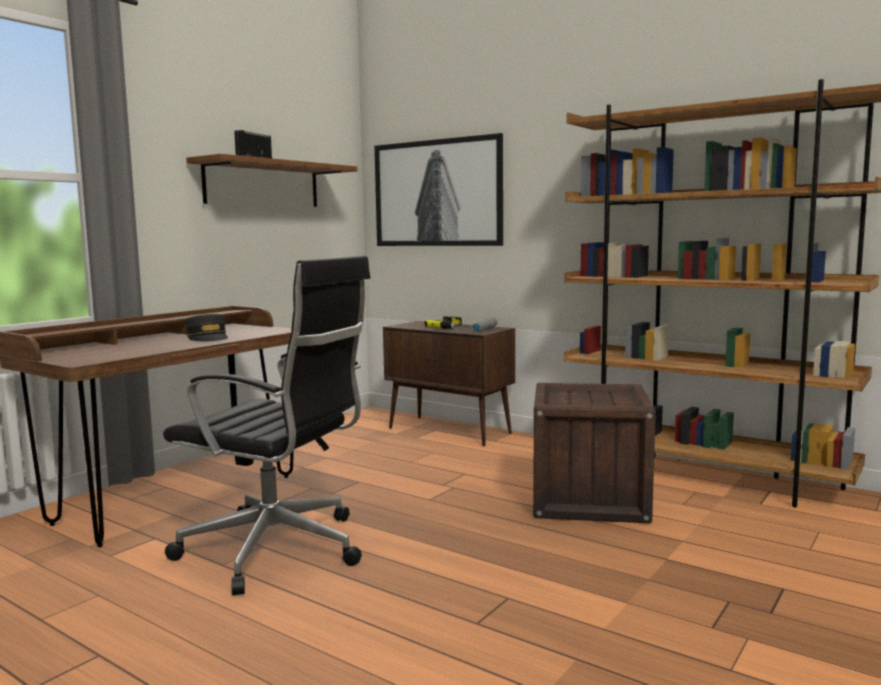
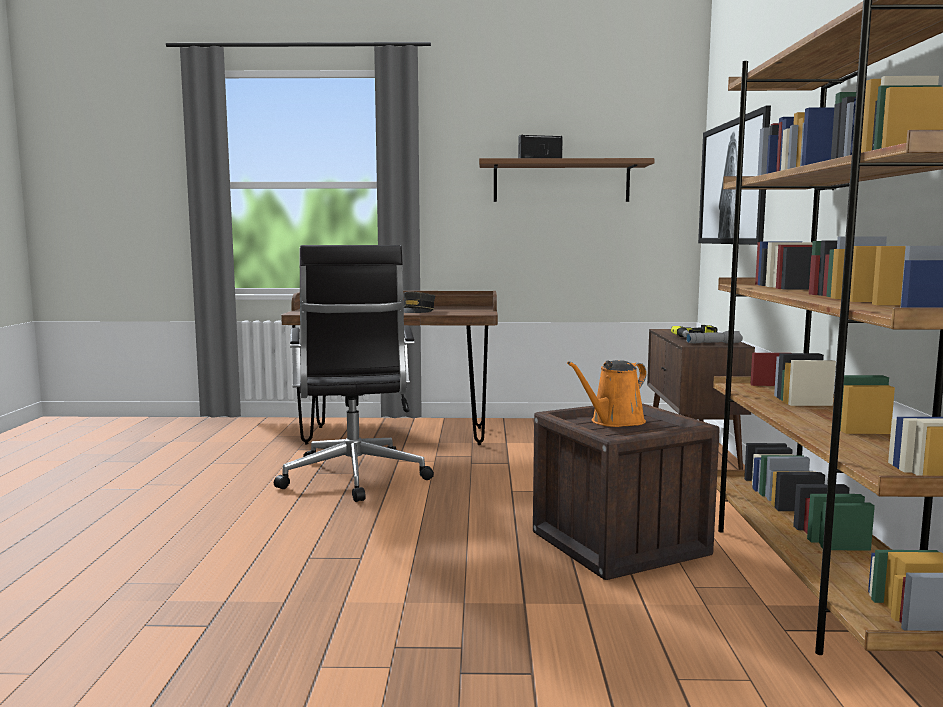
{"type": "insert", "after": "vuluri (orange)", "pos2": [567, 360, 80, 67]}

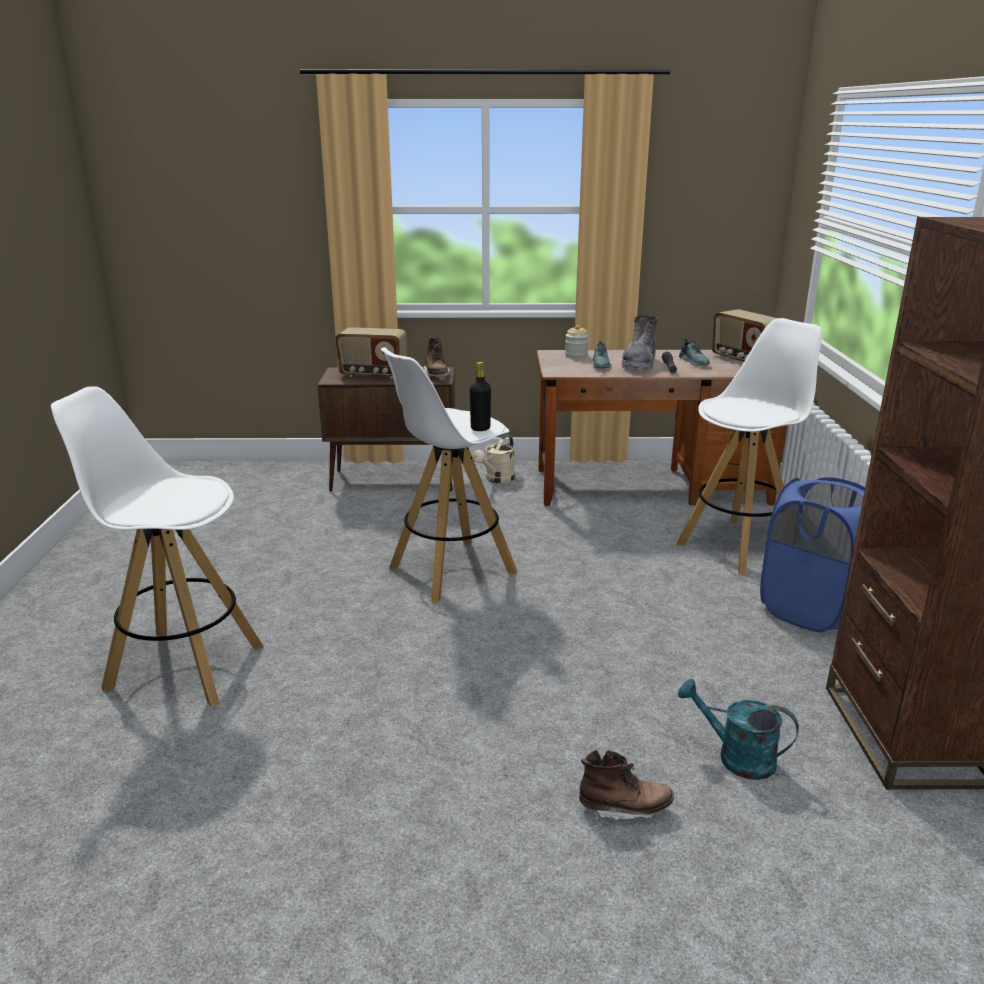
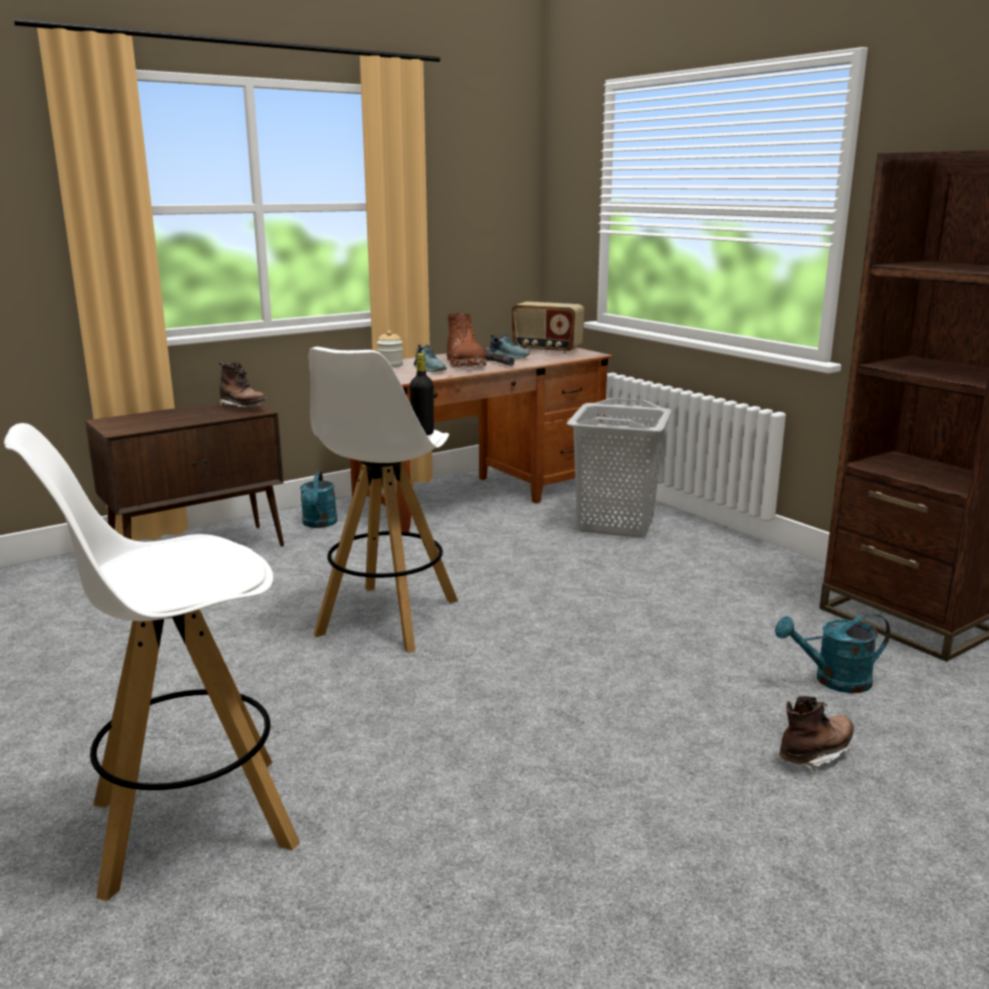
{"type": "delete", "before": "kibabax", "pos1": [335, 327, 72, 52]}
{"type": "delete", "before": "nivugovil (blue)", "pos1": [760, 477, 105, 155]}
{"type": "replace", "before": "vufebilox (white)", "after": "nivugovil (grey)", "pos1": [677, 318, 145, 257], "pos2": [567, 398, 105, 140]}
{"type": "recolor", "before": "vuluri (beige)", "after": "vuluri (turquoise)", "pos1": [472, 435, 43, 48], "pos2": [300, 471, 38, 57]}
{"type": "recolor", "before": "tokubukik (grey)", "after": "tokubukik (brown)", "pos1": [622, 315, 36, 56], "pos2": [446, 313, 41, 55]}

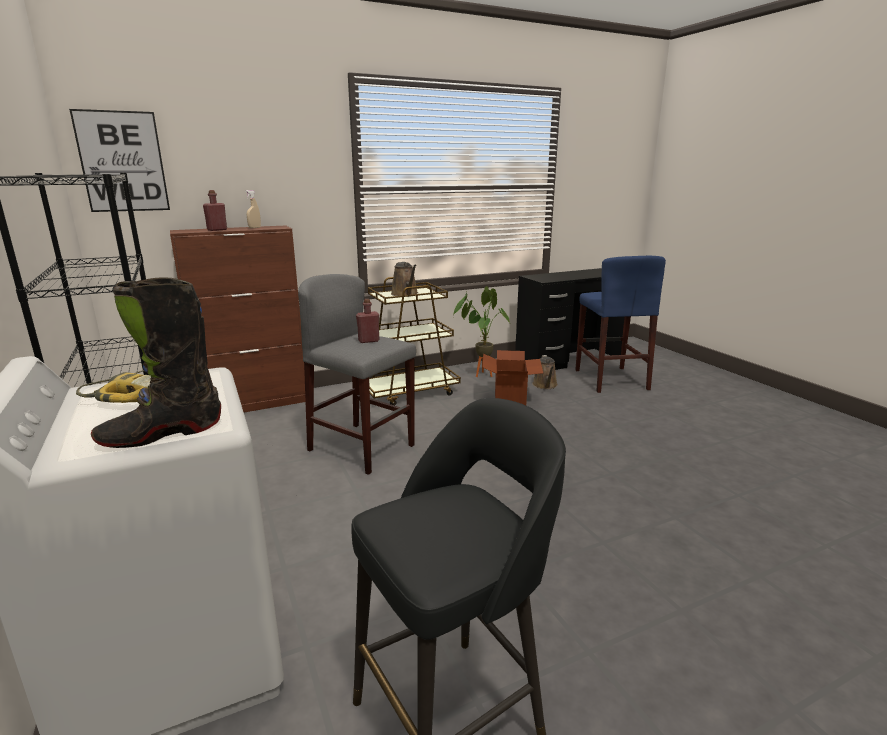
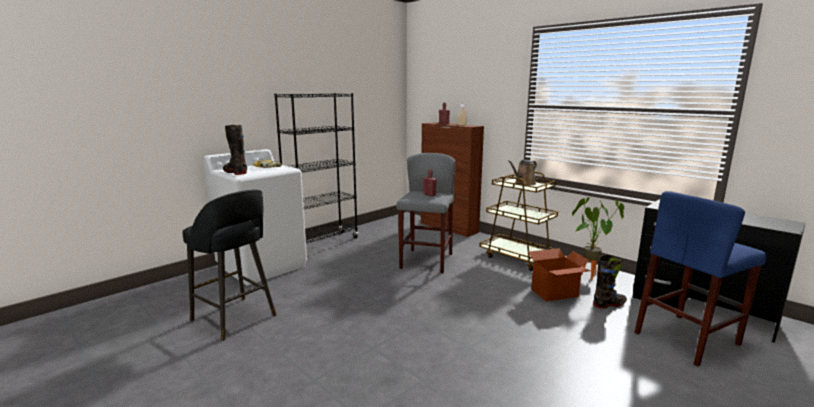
{"type": "delete", "before": "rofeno", "pos1": [69, 109, 101, 103]}
{"type": "replace", "before": "vuluri (brown)", "after": "tokubukik (black)", "pos1": [532, 355, 26, 34], "pos2": [594, 254, 33, 55]}

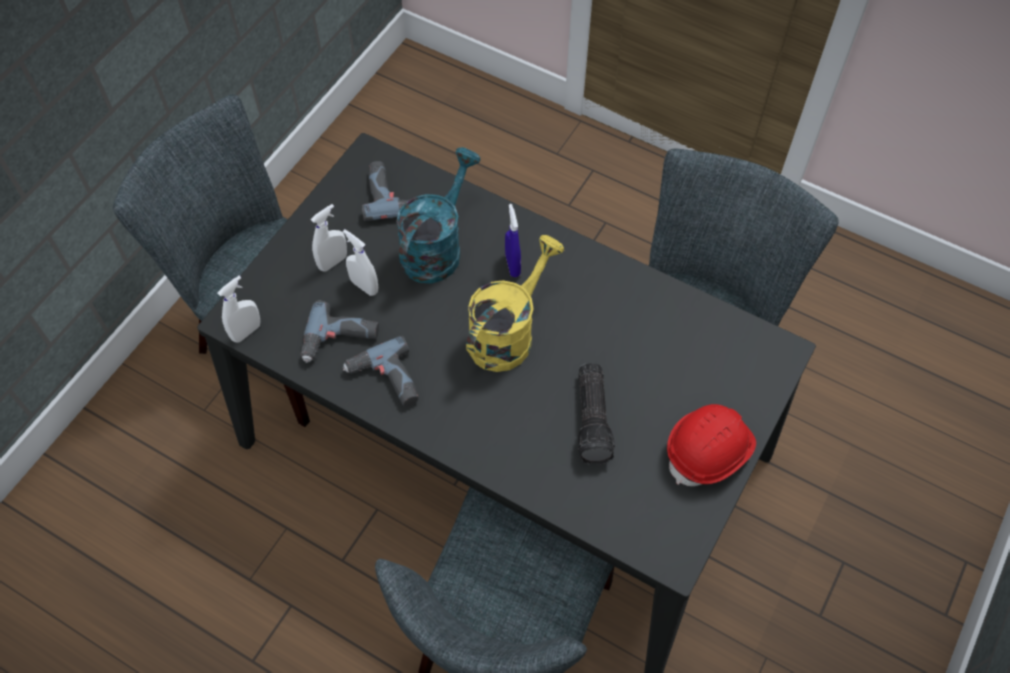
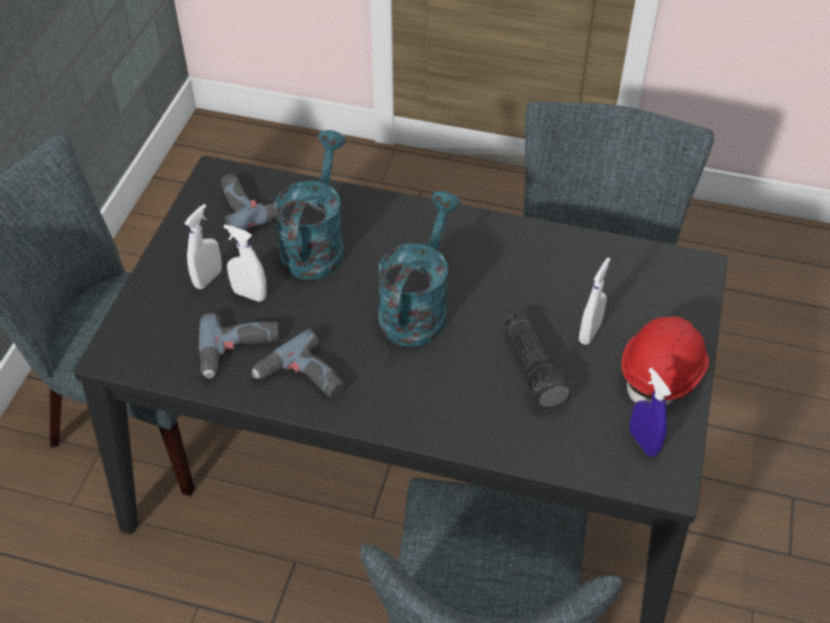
{"type": "move", "before": "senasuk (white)", "pos1": [217, 276, 43, 67], "pos2": [579, 258, 31, 87]}
{"type": "move", "before": "senasuk (blue)", "pos1": [505, 204, 16, 73], "pos2": [630, 368, 41, 89]}
{"type": "recolor", "before": "vuluri (yellow)", "after": "vuluri (turquoise)", "pos1": [466, 235, 98, 137], "pos2": [378, 191, 83, 155]}

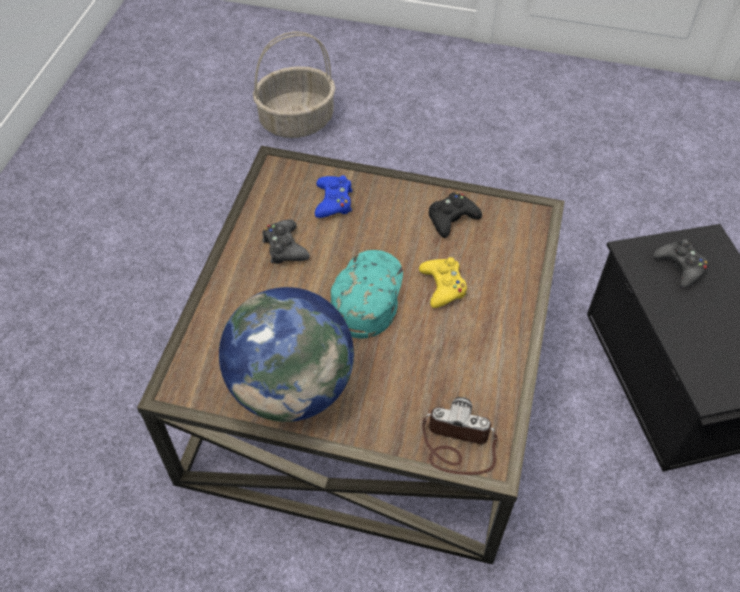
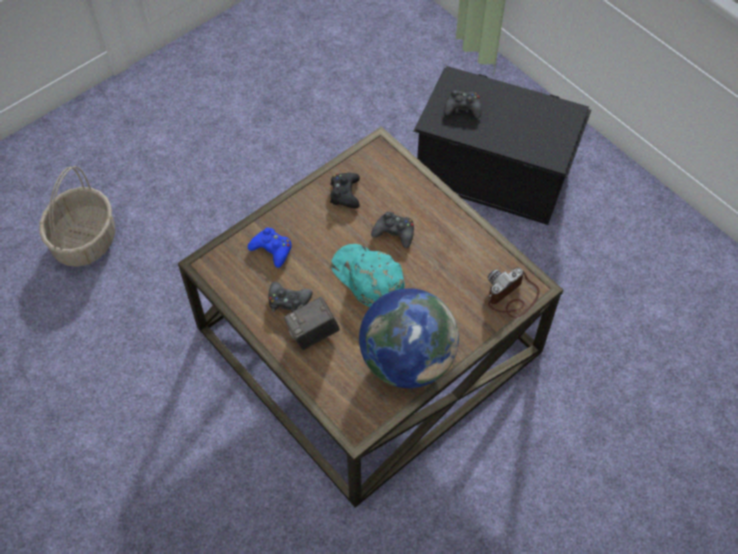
{"type": "insert", "after": "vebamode", "pos2": [284, 297, 56, 53]}
{"type": "recolor", "before": "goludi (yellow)", "after": "goludi (black)", "pos1": [419, 257, 48, 51], "pos2": [371, 212, 43, 37]}

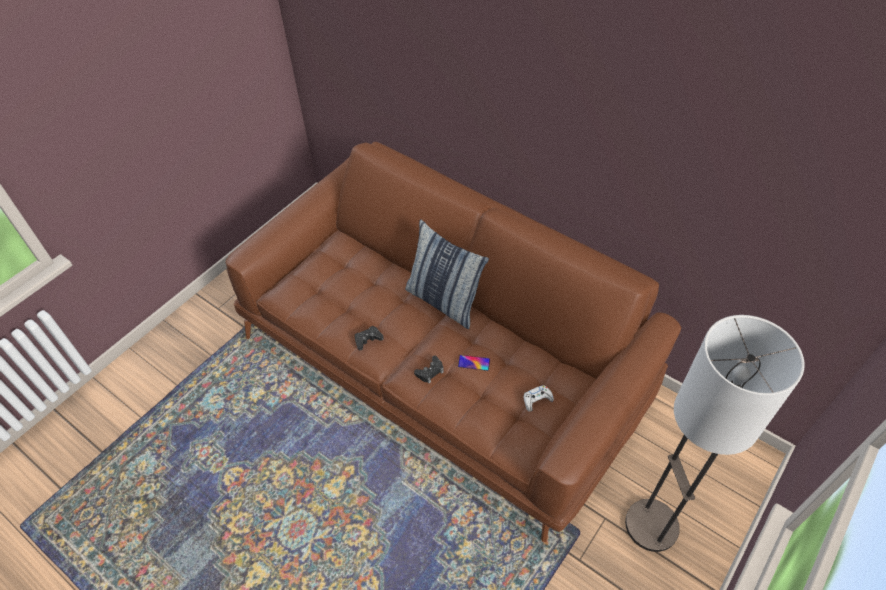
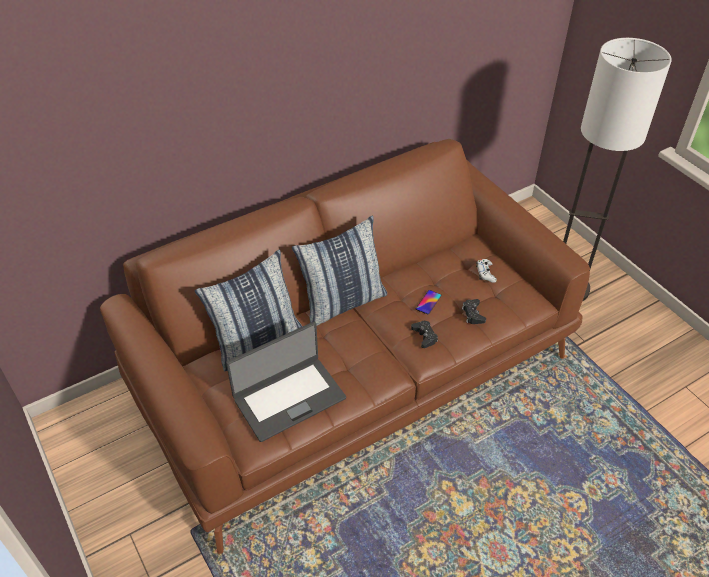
{"type": "insert", "after": "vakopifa", "pos2": [195, 249, 107, 122]}
{"type": "insert", "after": "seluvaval", "pos2": [226, 322, 120, 120]}
{"type": "move", "before": "goludi (black)", "pos1": [355, 326, 29, 24], "pos2": [462, 299, 24, 25]}

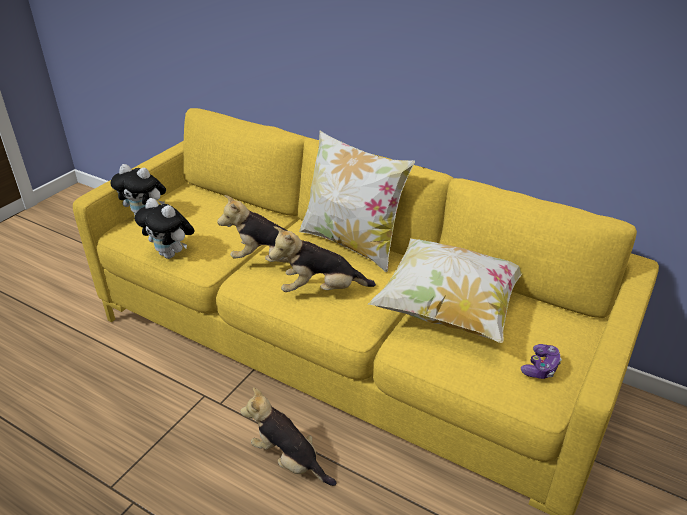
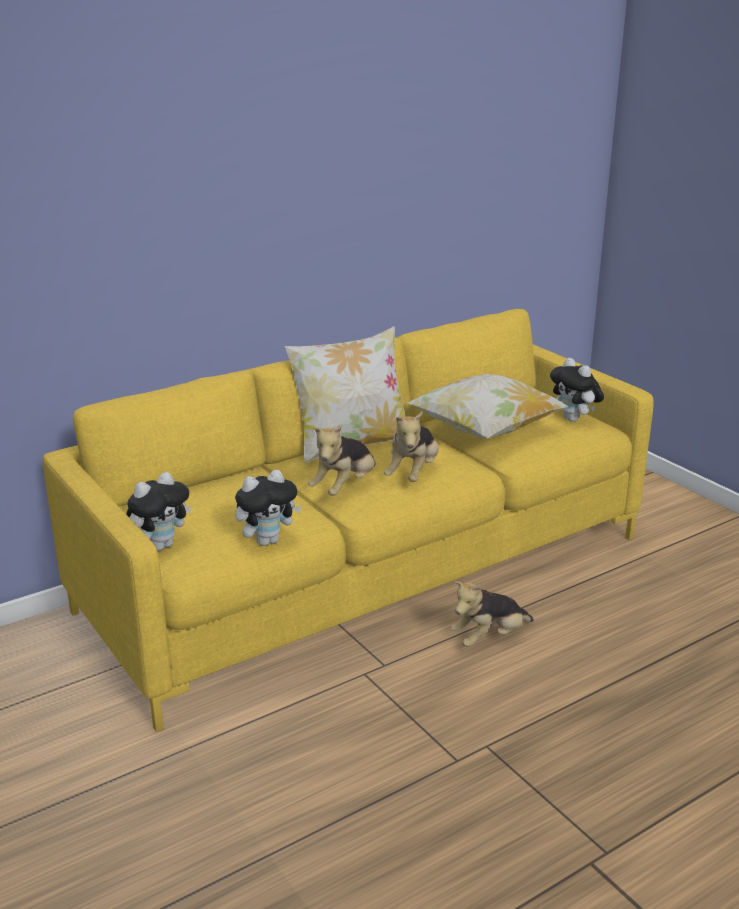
{"type": "replace", "before": "goludi", "after": "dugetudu", "pos1": [521, 344, 41, 35], "pos2": [550, 358, 54, 64]}

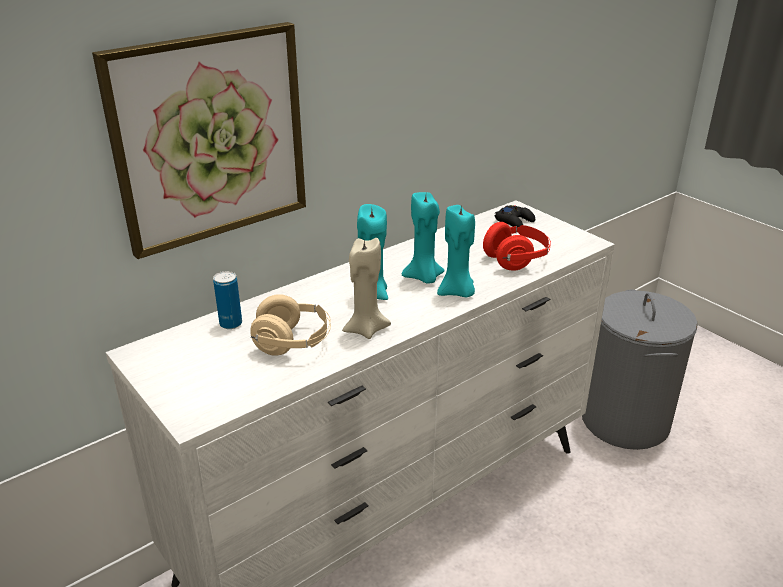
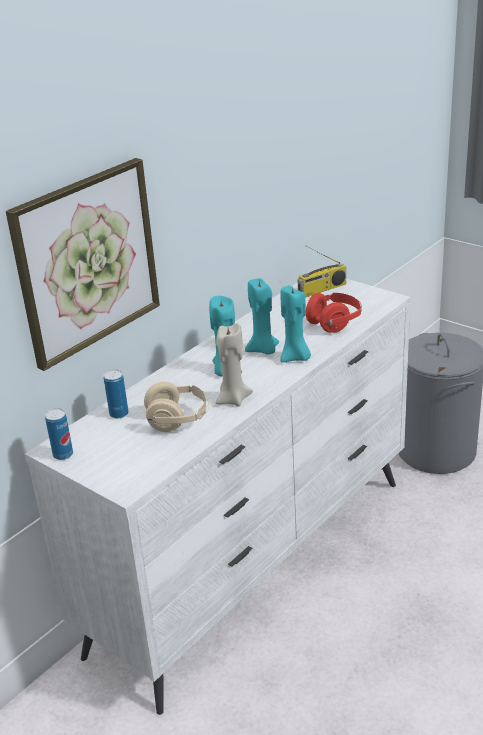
{"type": "insert", "after": "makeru", "pos2": [45, 408, 28, 52]}
{"type": "replace", "before": "goludi (black)", "after": "kibabax", "pos1": [494, 205, 41, 22], "pos2": [298, 246, 48, 51]}

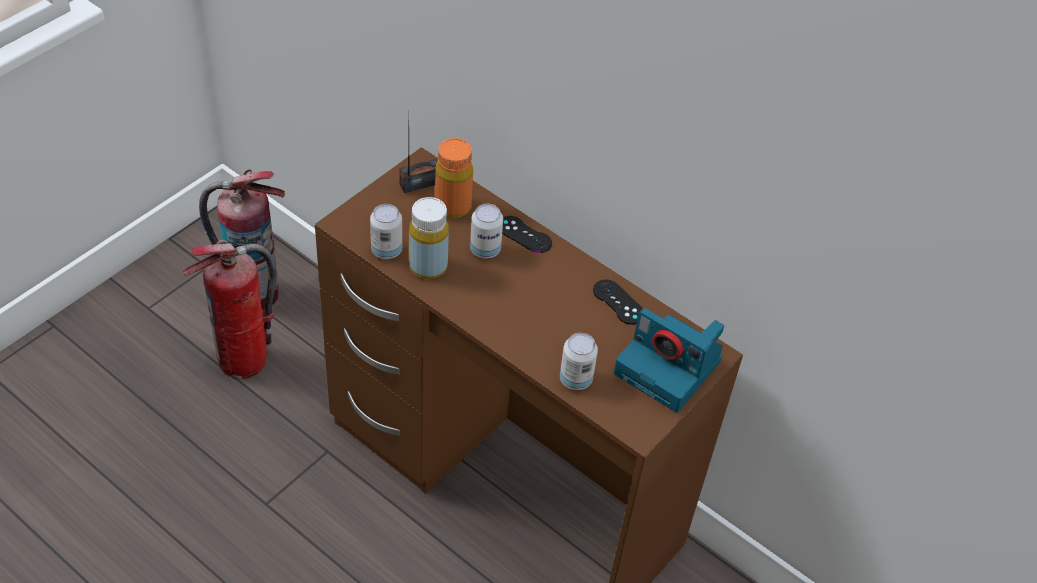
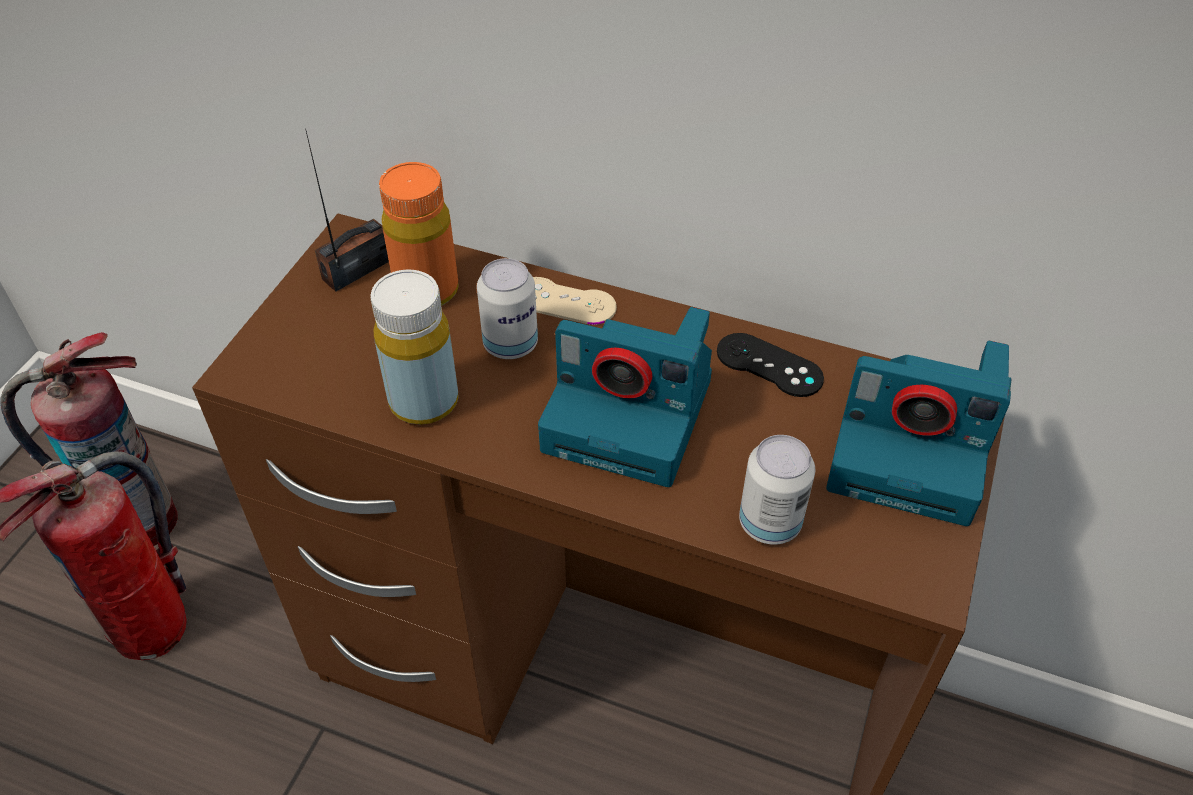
{"type": "delete", "before": "makeru", "pos1": [370, 204, 32, 55]}
{"type": "insert", "after": "vebamode", "pos2": [538, 307, 174, 180]}
{"type": "recolor", "before": "goludi (black)", "after": "goludi (beige)", "pos1": [502, 216, 50, 37], "pos2": [533, 277, 84, 48]}

